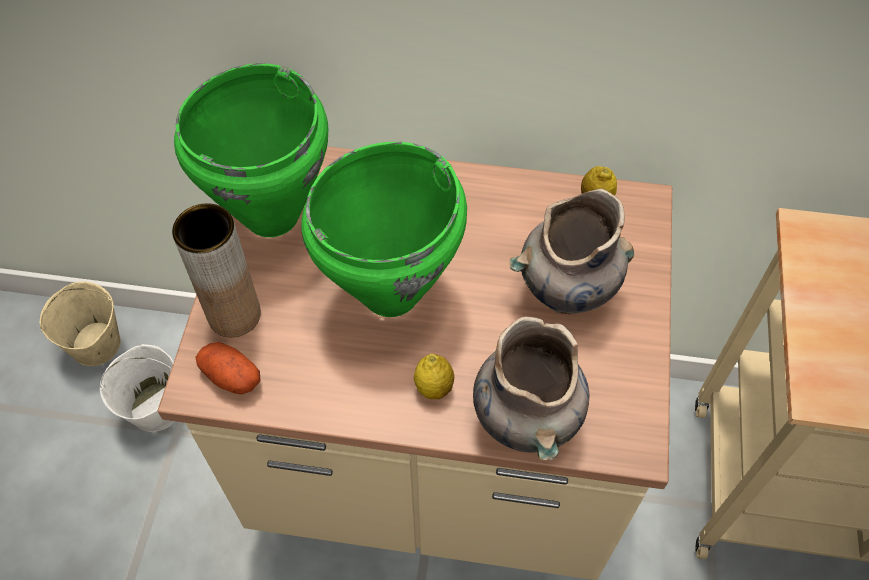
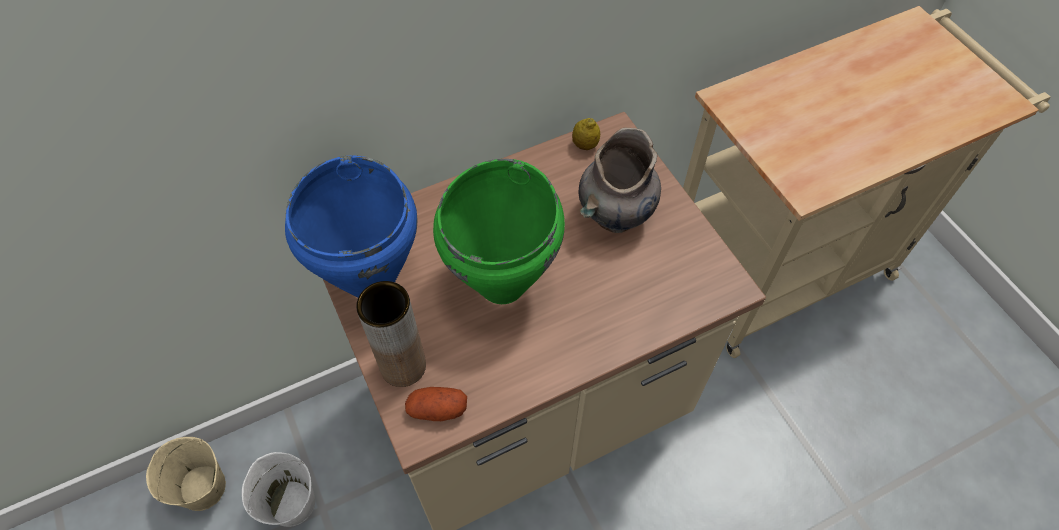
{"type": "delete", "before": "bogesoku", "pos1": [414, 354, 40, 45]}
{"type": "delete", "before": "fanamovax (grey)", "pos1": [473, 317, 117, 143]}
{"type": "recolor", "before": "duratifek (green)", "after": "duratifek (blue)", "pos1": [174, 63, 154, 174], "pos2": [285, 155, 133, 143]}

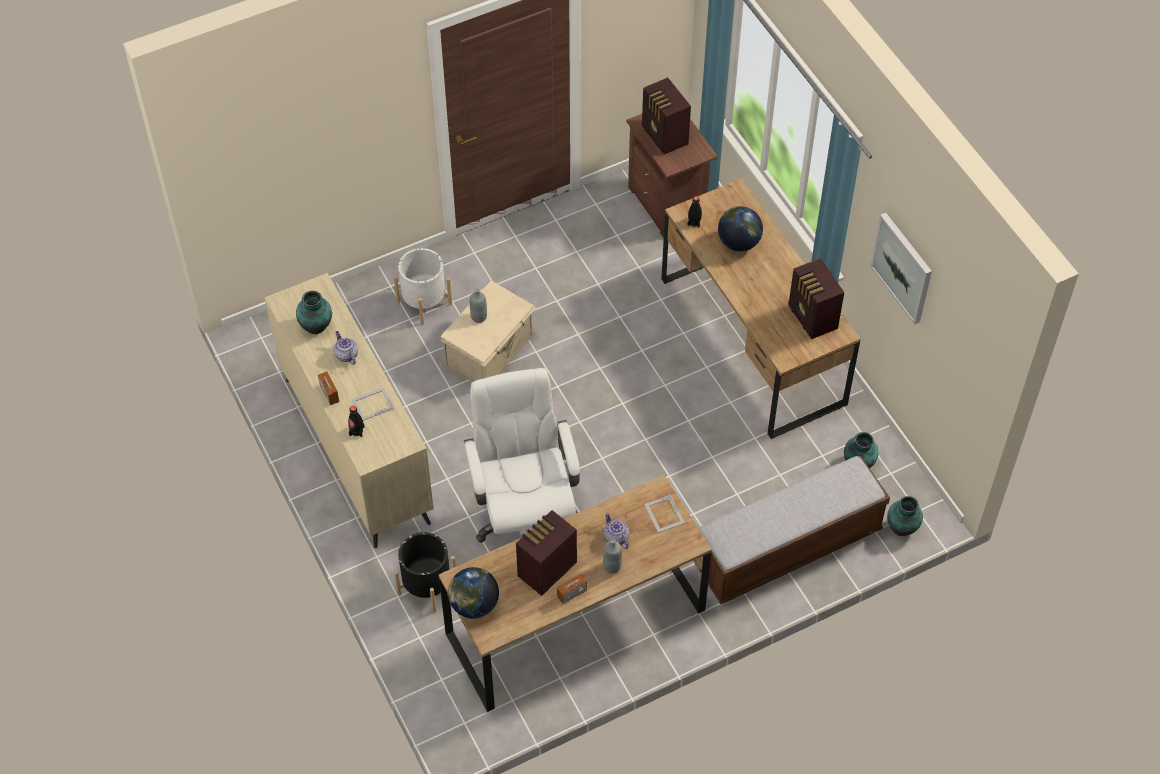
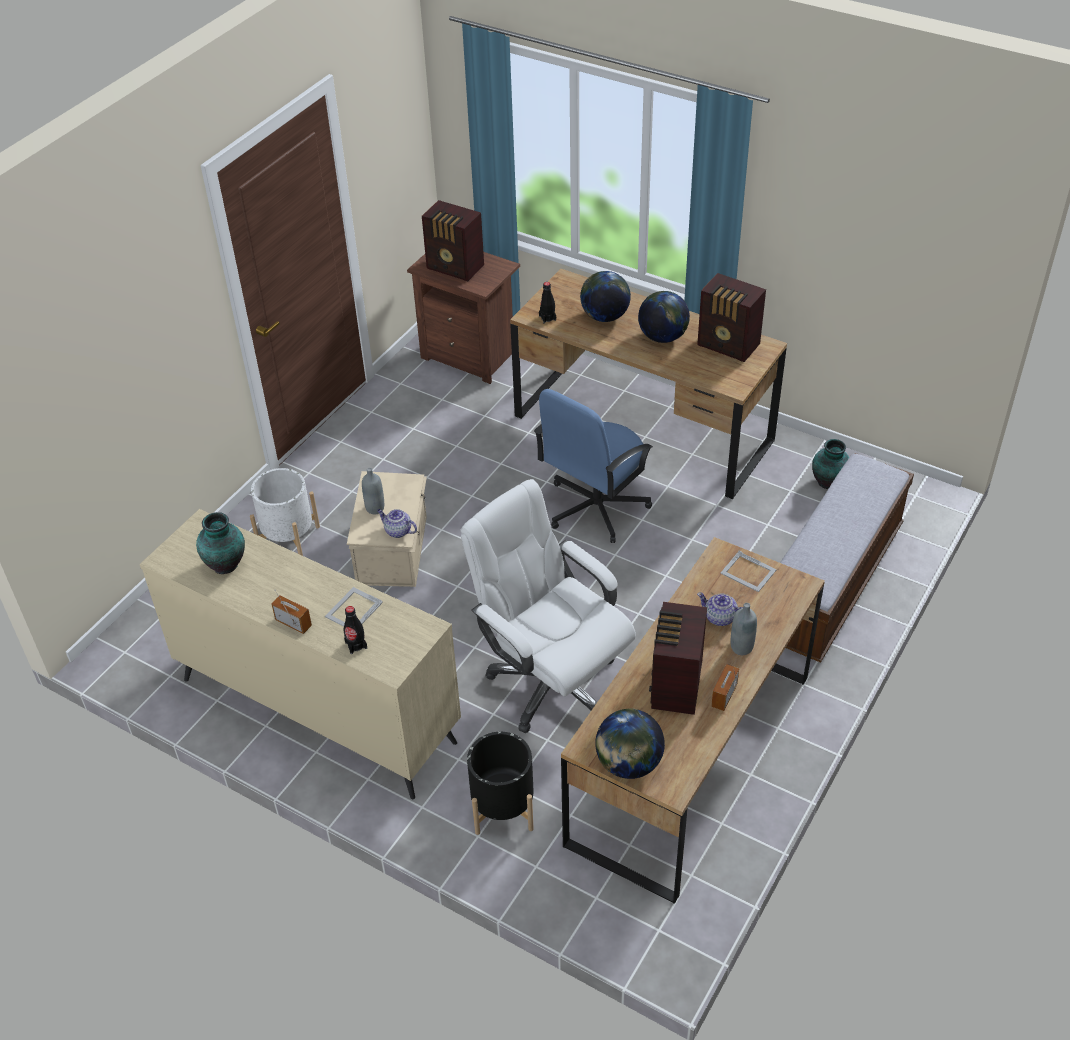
{"type": "delete", "before": "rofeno", "pos1": [870, 213, 62, 112]}
{"type": "delete", "before": "fanamovax", "pos1": [887, 496, 36, 40]}
{"type": "insert", "after": "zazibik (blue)", "pos2": [534, 389, 119, 154]}
{"type": "insert", "after": "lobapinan", "pos2": [638, 291, 52, 52]}
{"type": "move", "before": "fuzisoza", "pos1": [334, 331, 24, 34], "pos2": [377, 509, 40, 29]}

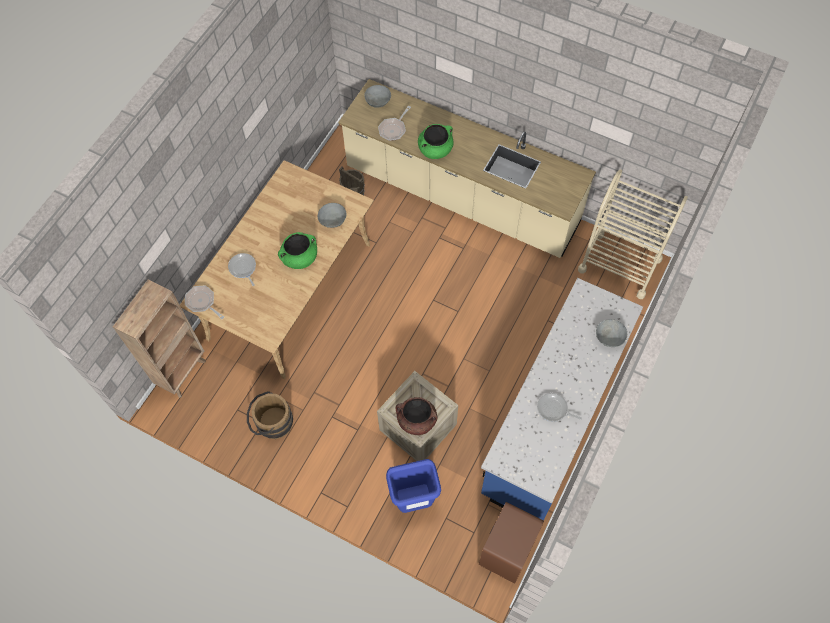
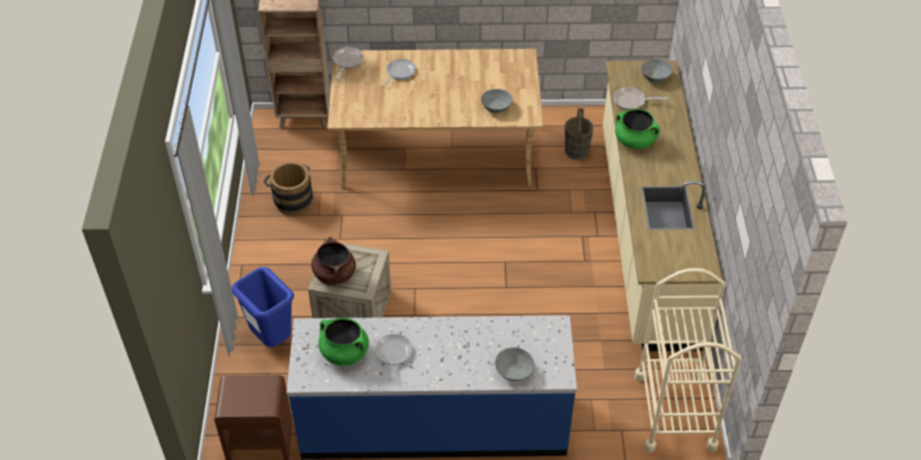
{"type": "move", "before": "duratifek (green)", "pos1": [278, 232, 39, 37], "pos2": [318, 318, 51, 48]}

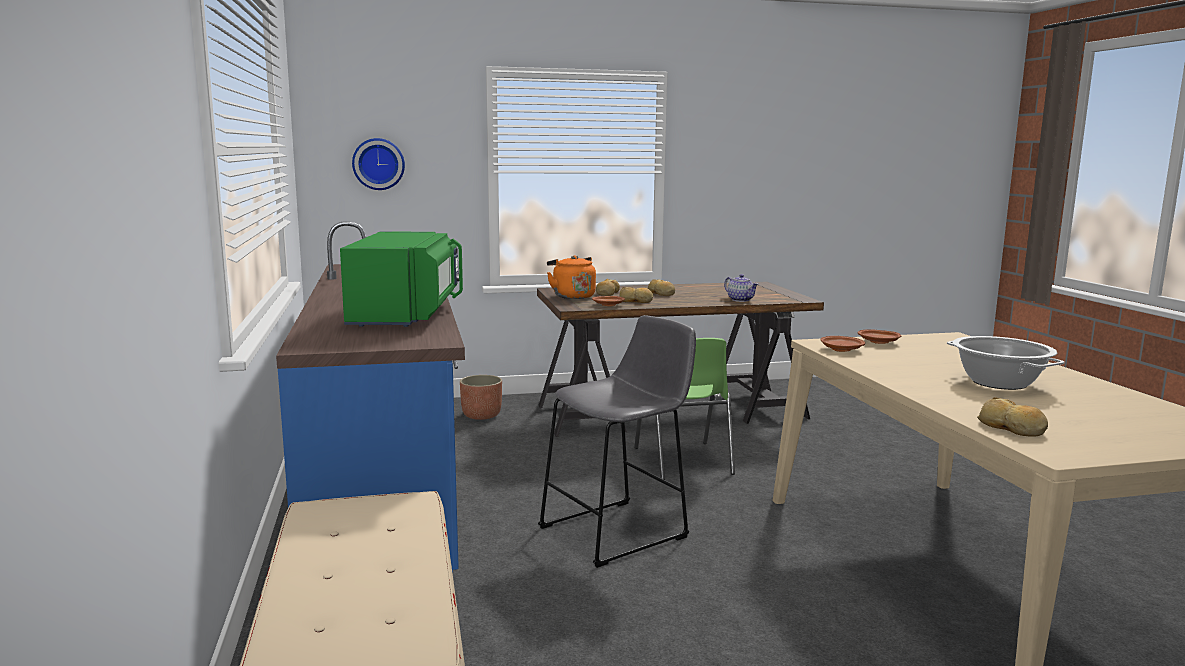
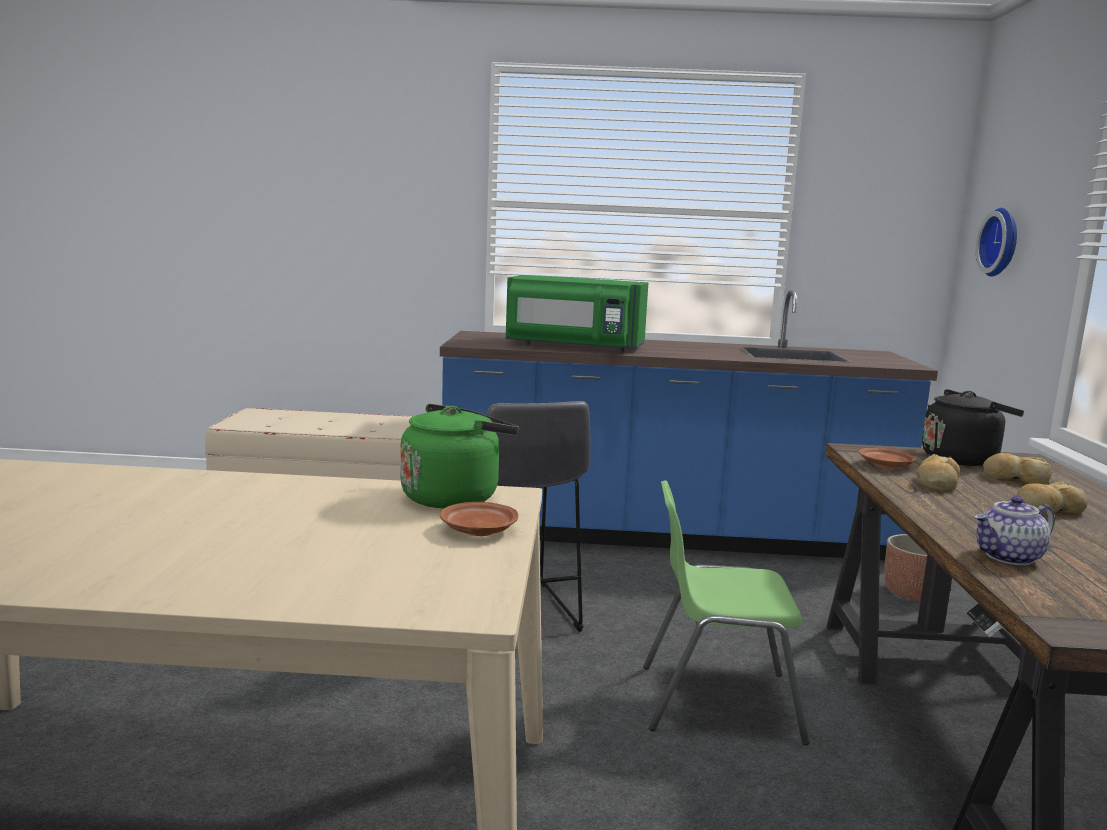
{"type": "delete", "before": "duratifek", "pos1": [947, 336, 117, 54]}
{"type": "delete", "before": "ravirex", "pos1": [977, 397, 71, 40]}
{"type": "replace", "before": "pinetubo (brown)", "after": "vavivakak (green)", "pos1": [821, 336, 44, 16], "pos2": [400, 404, 119, 104]}
{"type": "recolor", "before": "vavivakak (orange)", "after": "vavivakak (black)", "pos1": [547, 255, 49, 44], "pos2": [922, 389, 102, 77]}

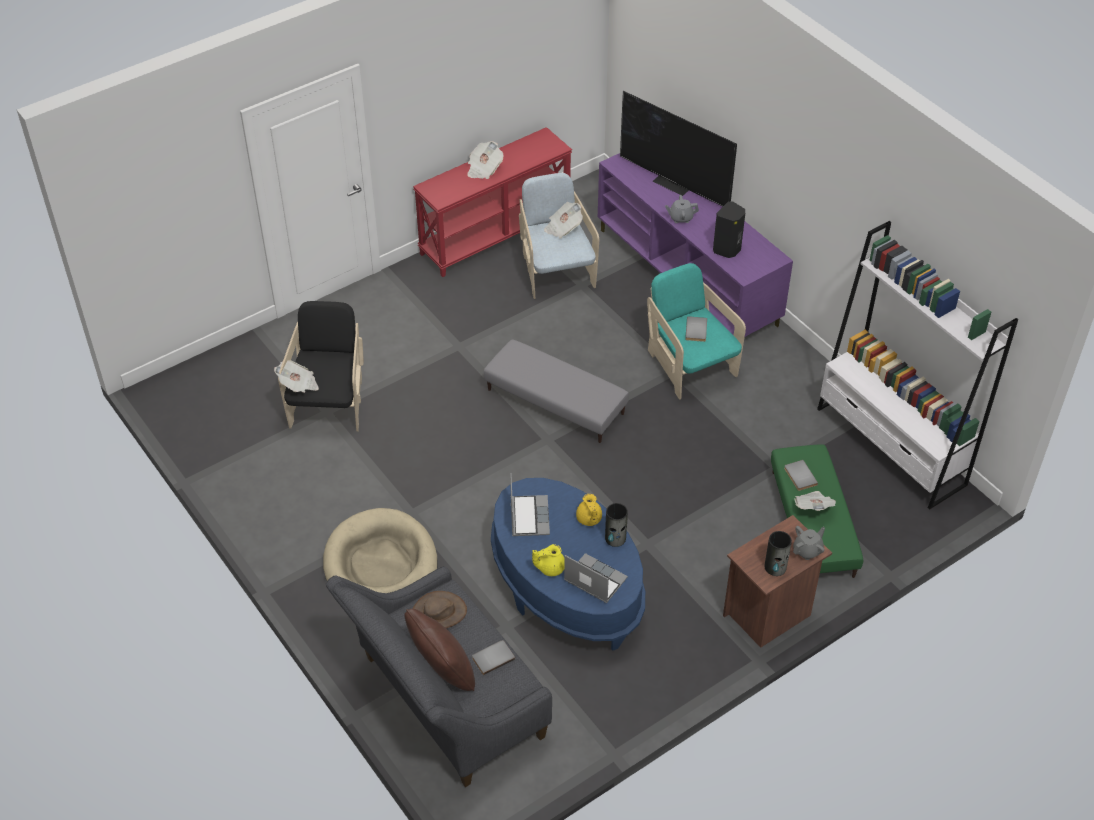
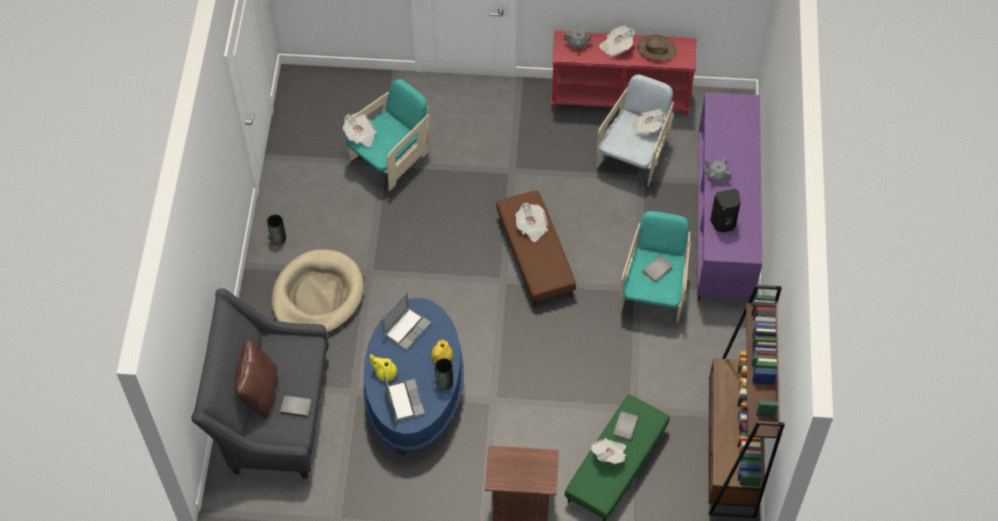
{"type": "delete", "before": "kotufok", "pos1": [620, 90, 117, 117]}
{"type": "insert", "after": "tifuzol", "pos2": [516, 203, 32, 39]}
{"type": "move", "before": "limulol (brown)", "pos1": [413, 591, 54, 37], "pos2": [637, 35, 39, 26]}
{"type": "move", "before": "fanamovax", "pos1": [764, 531, 28, 45], "pos2": [267, 214, 19, 31]}
{"type": "move", "before": "fuzisoza (grey)", "pos1": [793, 526, 32, 34], "pos2": [564, 24, 29, 25]}
{"type": "recolor", "before": "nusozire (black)", "after": "nusozire (turquoise)", "pos1": [278, 301, 86, 131], "pos2": [346, 79, 85, 112]}
{"type": "recolor", "before": "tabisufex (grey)", "after": "tabisufex (brown)", "pos1": [484, 339, 145, 104], "pos2": [496, 191, 80, 116]}
{"type": "recolor", "before": "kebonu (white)", "after": "kebonu (brown)", "pos1": [817, 221, 201, 289], "pos2": [708, 285, 77, 233]}

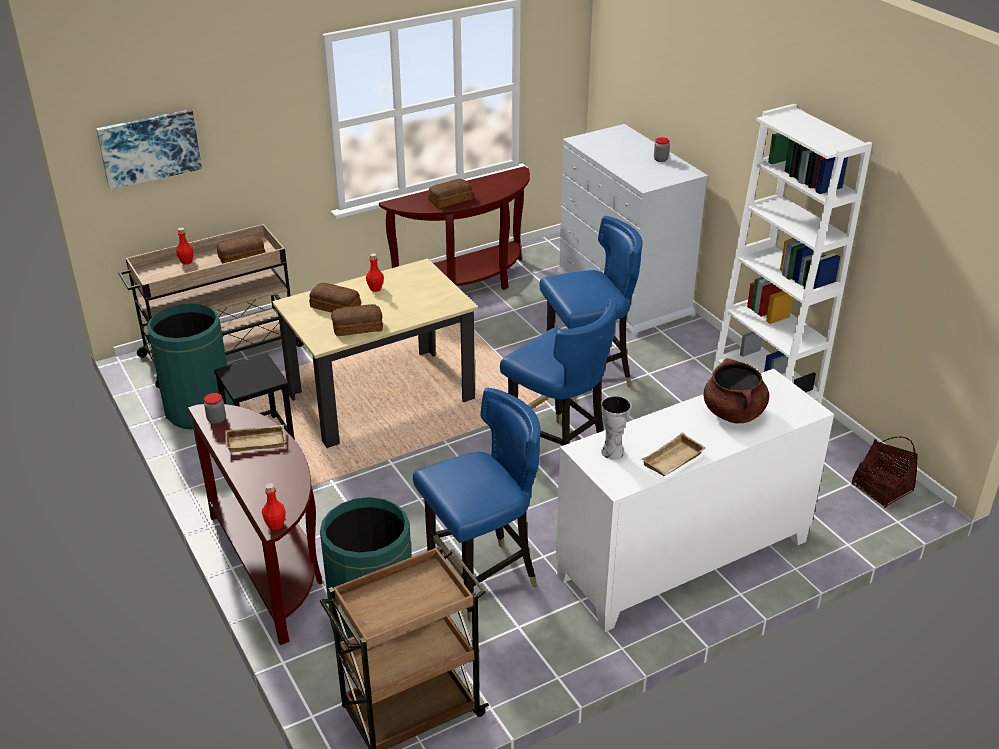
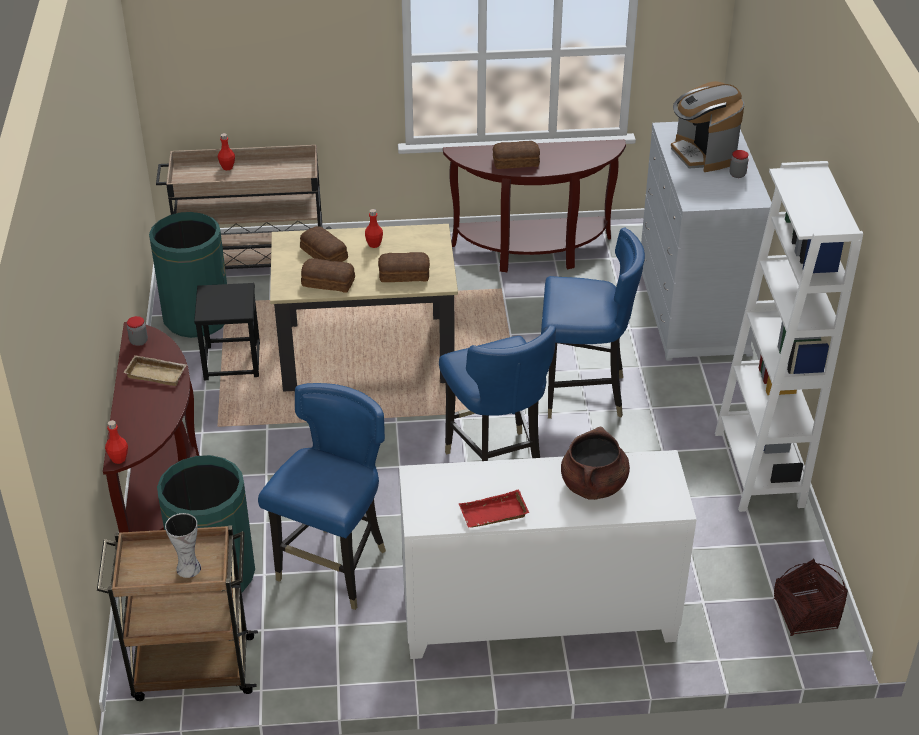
{"type": "delete", "before": "rofeno", "pos1": [96, 109, 106, 81]}
{"type": "insert", "after": "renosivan", "pos2": [671, 81, 73, 91]}
{"type": "move", "before": "ravirex", "pos1": [217, 235, 48, 29], "pos2": [378, 252, 52, 30]}
{"type": "move", "before": "fanamovax", "pos1": [601, 396, 30, 64], "pos2": [165, 513, 36, 65]}
{"type": "recolor", "before": "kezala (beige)", "after": "kezala (red)", "pos1": [642, 433, 64, 43], "pos2": [459, 489, 70, 39]}
{"type": "rotate", "before": "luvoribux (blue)", "pos1": [413, 388, 128, 235], "pos2": [258, 383, 128, 227], "turn": -60}

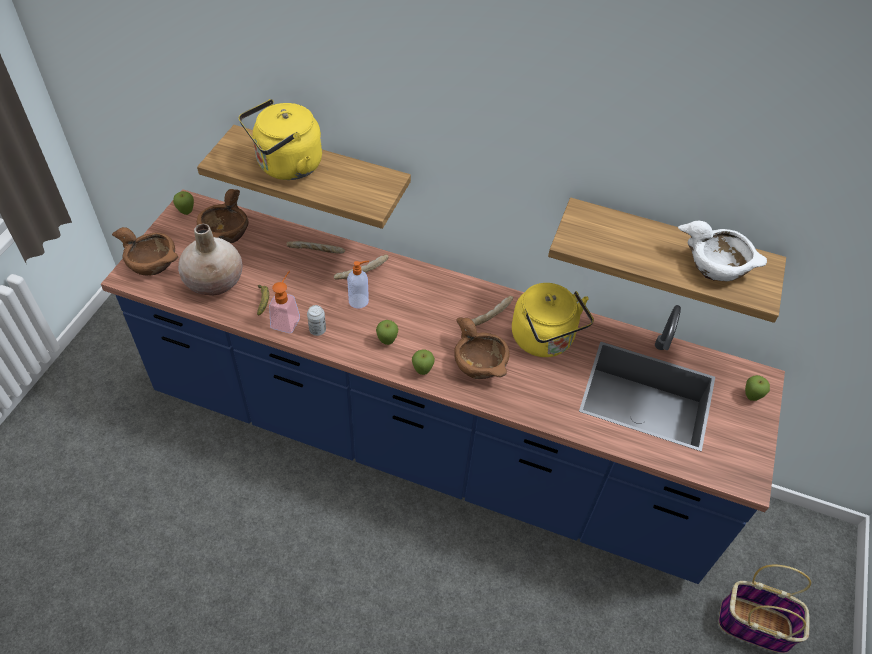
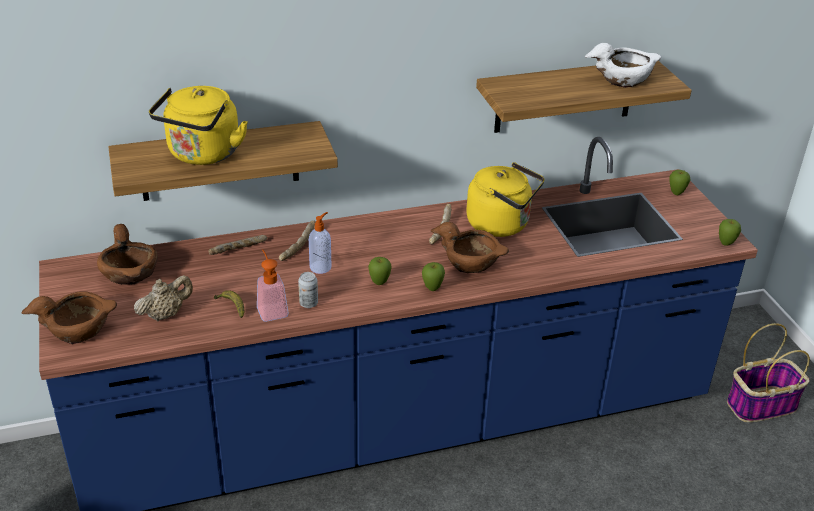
{"type": "move", "before": "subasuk", "pos1": [173, 191, 21, 24], "pos2": [719, 219, 22, 27]}
{"type": "replace", "before": "fanamovax (beige)", "after": "fuzisoza (beige)", "pos1": [178, 224, 65, 71], "pos2": [134, 275, 59, 46]}

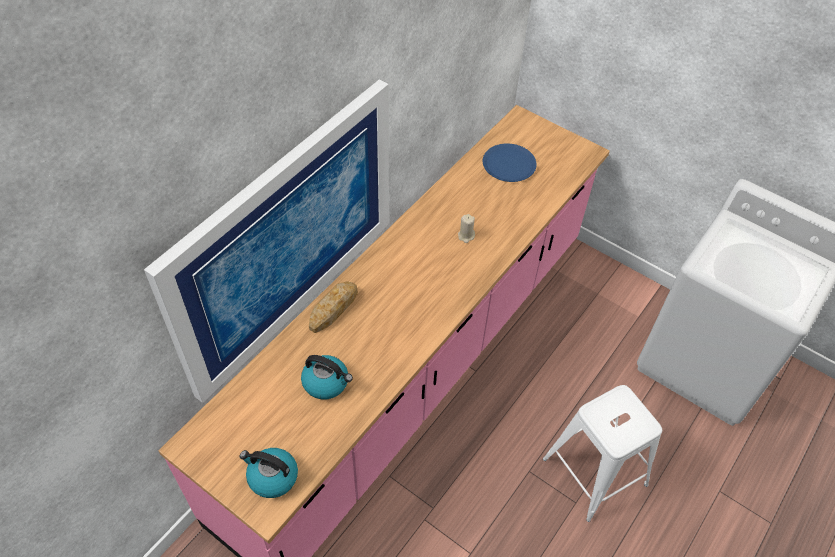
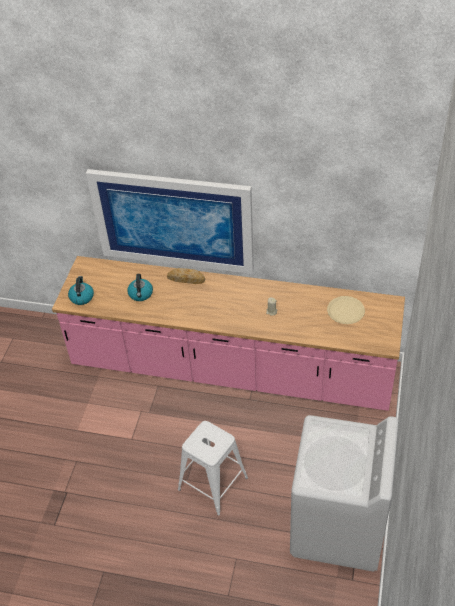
{"type": "recolor", "before": "pinetubo (blue)", "after": "pinetubo (beige)", "pos1": [483, 144, 54, 38], "pos2": [327, 296, 38, 28]}

